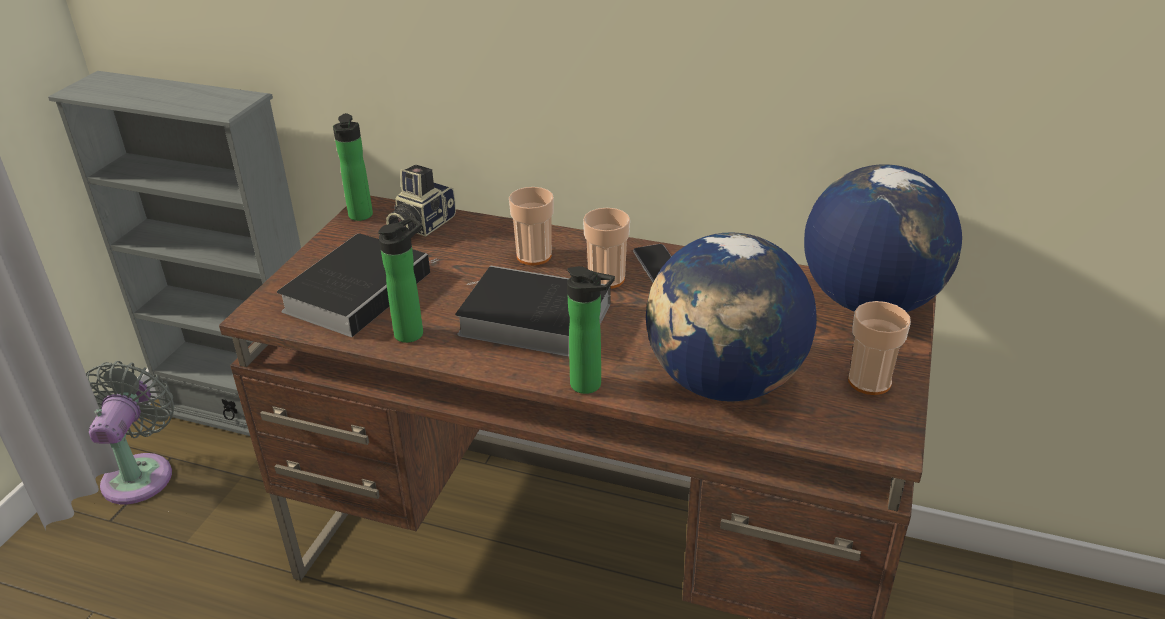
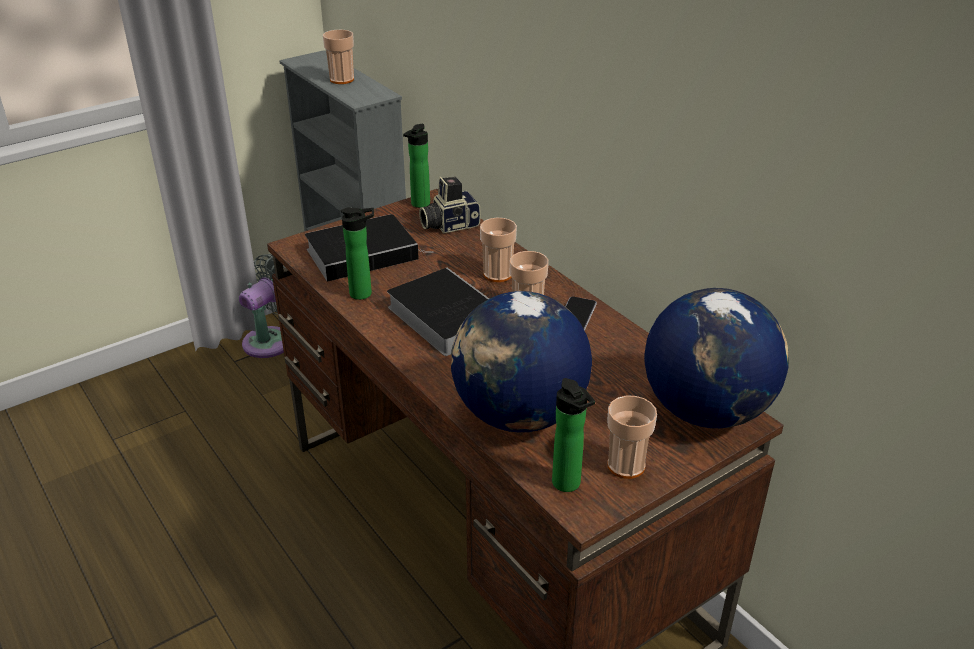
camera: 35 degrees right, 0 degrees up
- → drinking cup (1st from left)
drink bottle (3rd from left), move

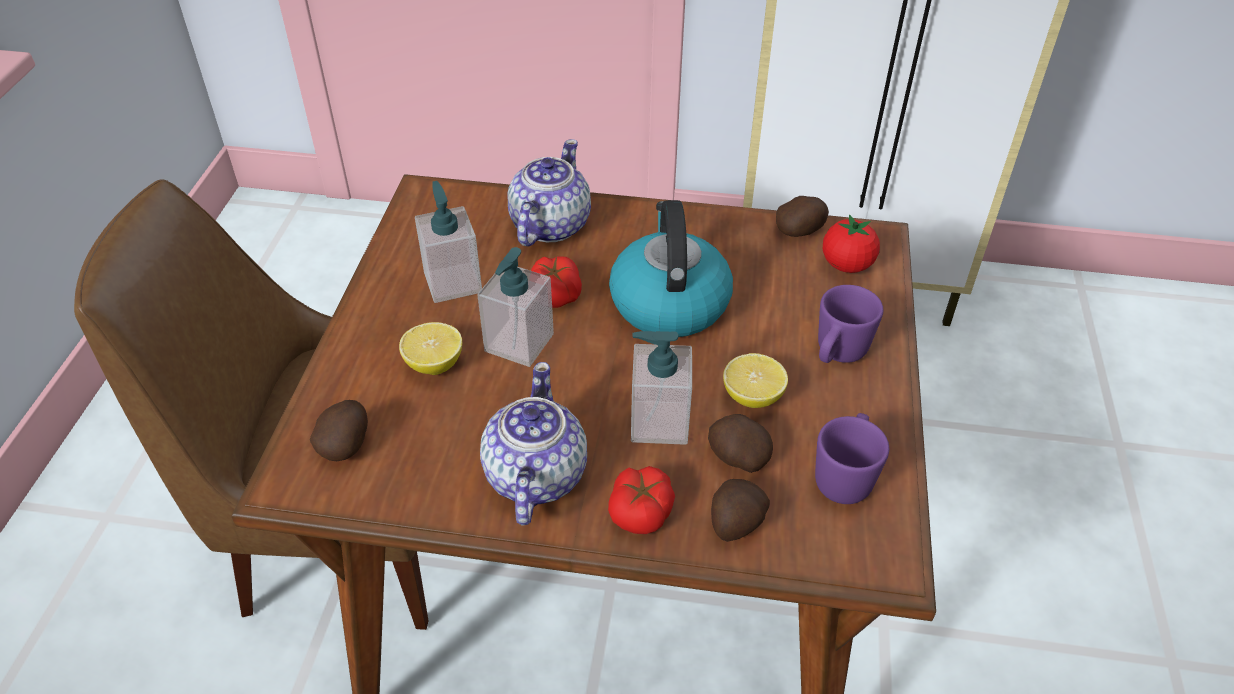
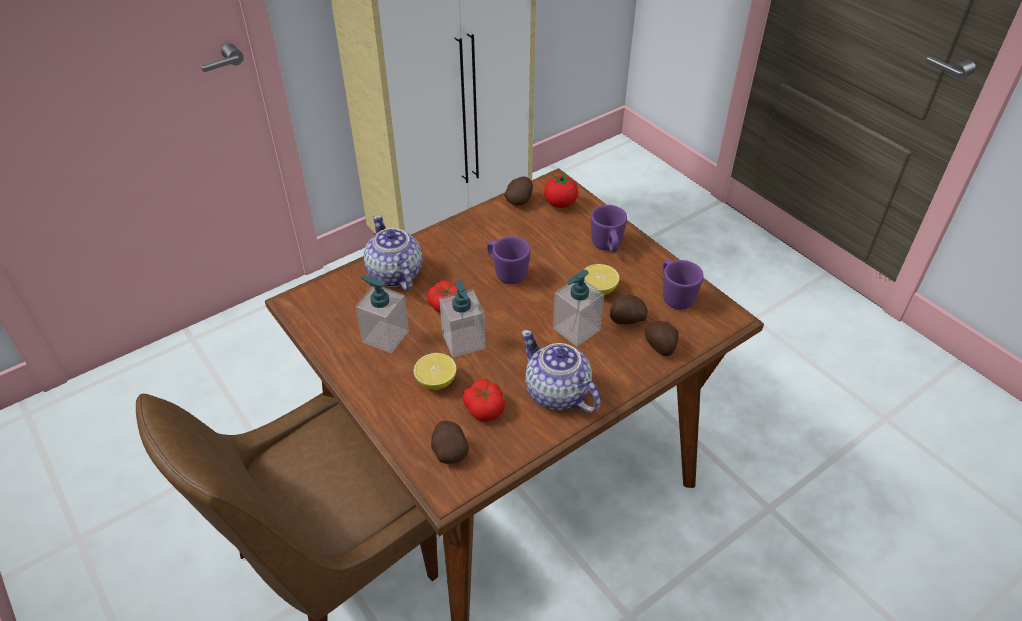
camera: 45 degrees left, 0 degrees up
fresh tomato (2nd from left), move
water kettle → purple-coloured tea mug (1st from left)

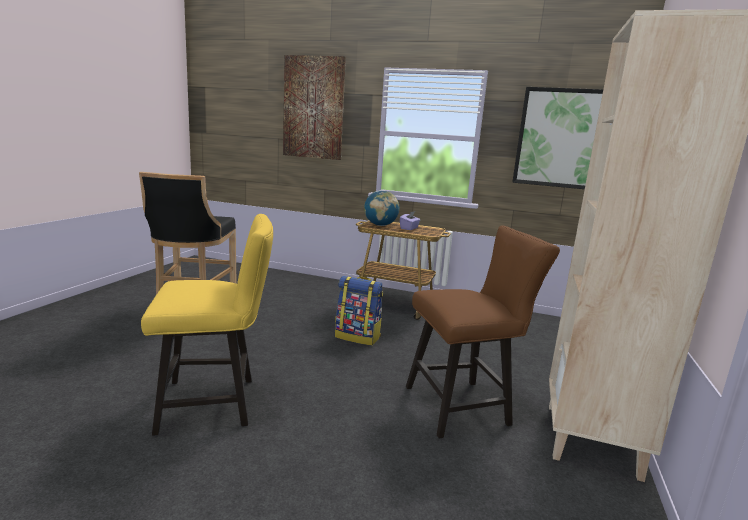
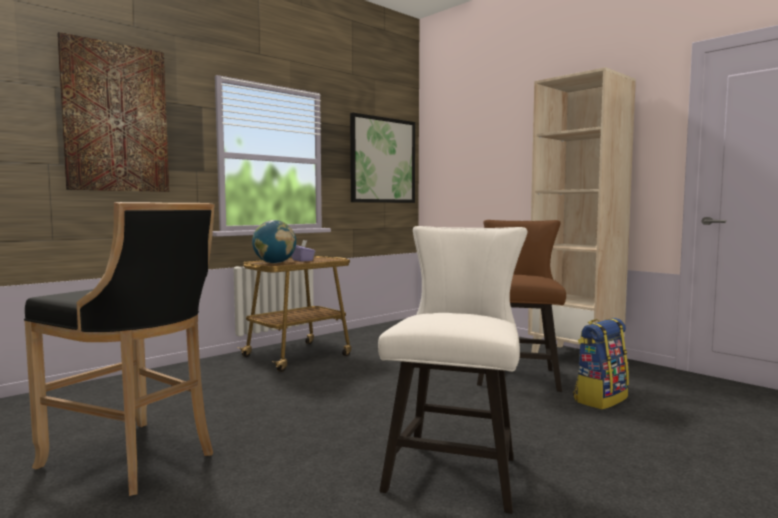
camera: 60 degrees left, 10 degrees down
yellowish chair → white chair
knapsack, move

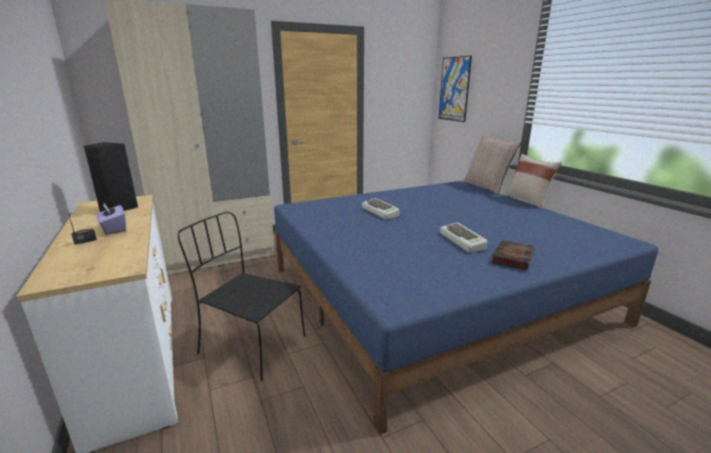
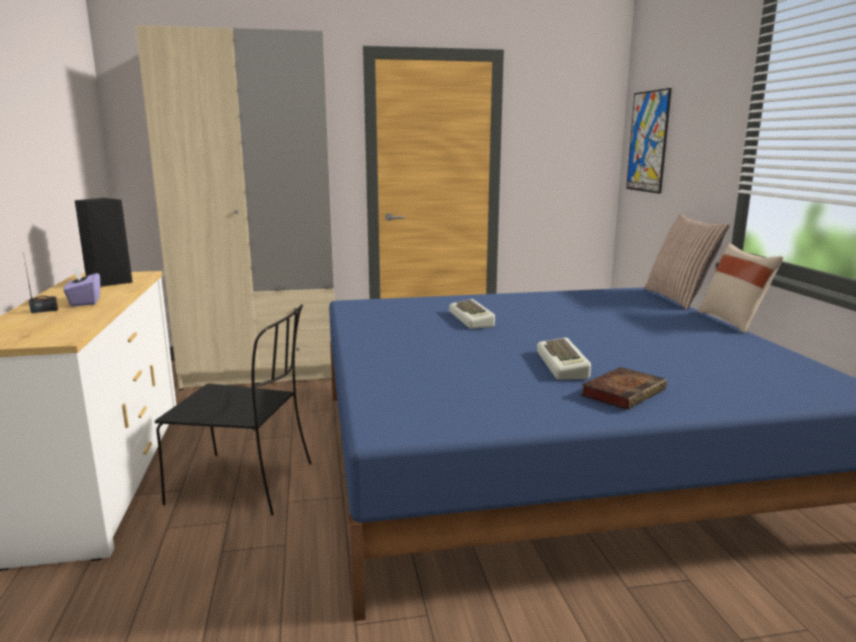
camera: 15 degrees right, 5 degrees down
black-coloured chair, 150 degrees clockwise

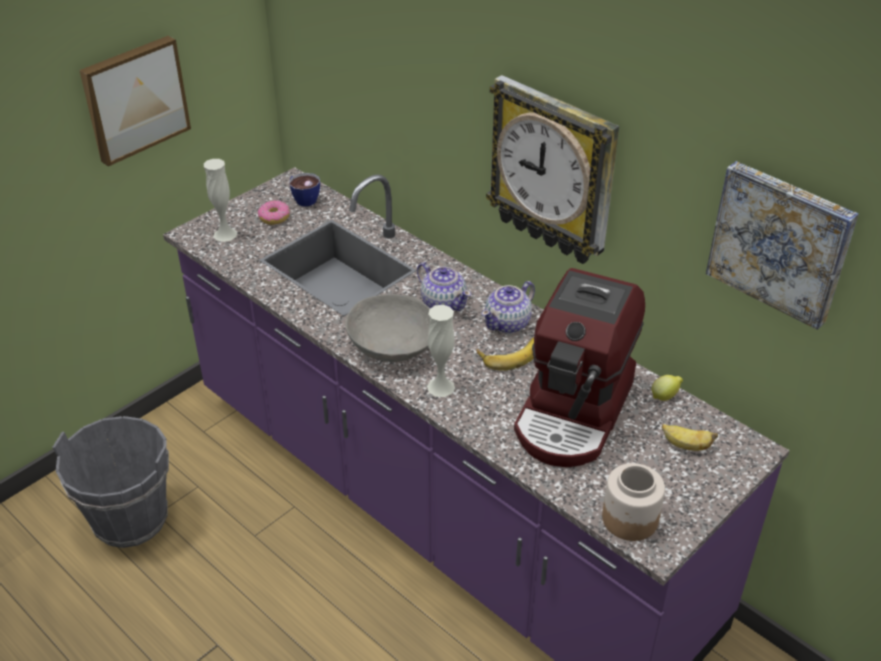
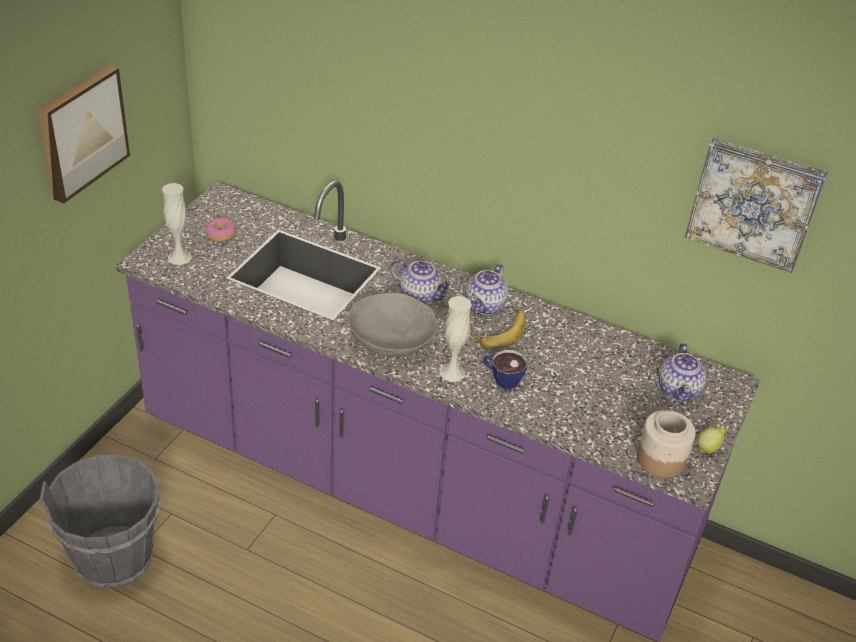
camera: 20 degrees left, 0 degrees up
drinking cup, move
whole banana (2nd from left) → teapot (3rd from left)
whole lemon, move
hanging clock → -
coffee brewer → -

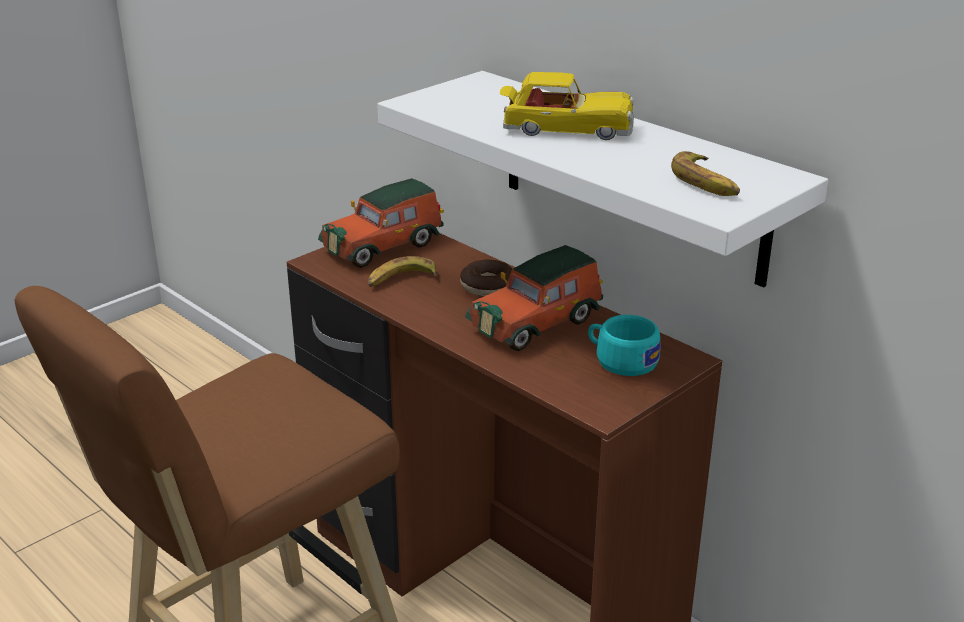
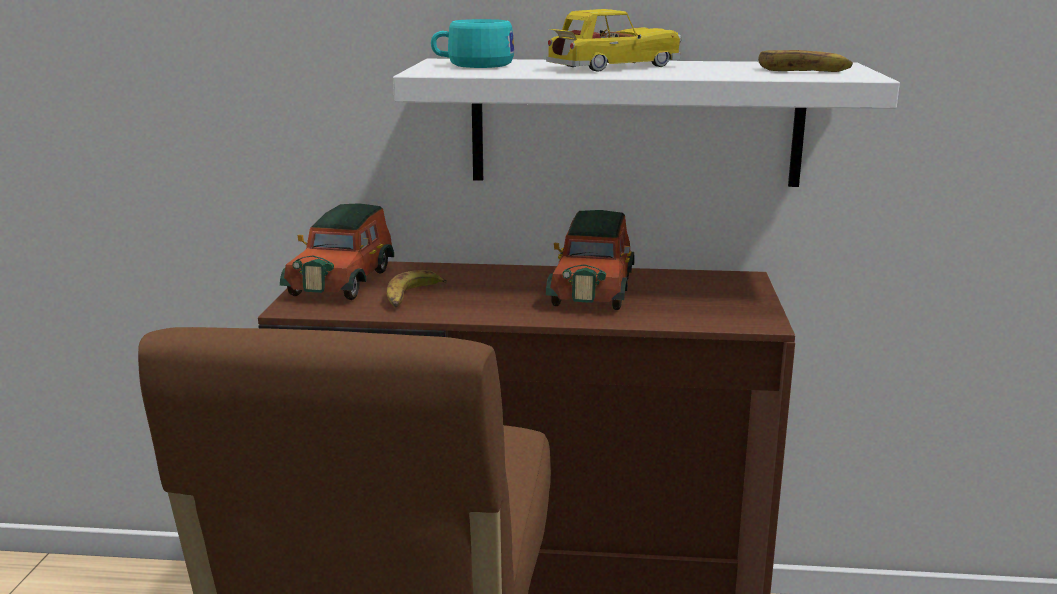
camera: 40 degrees left, 10 degrees down
turquoise drinking cup, move
ring doughnut → -

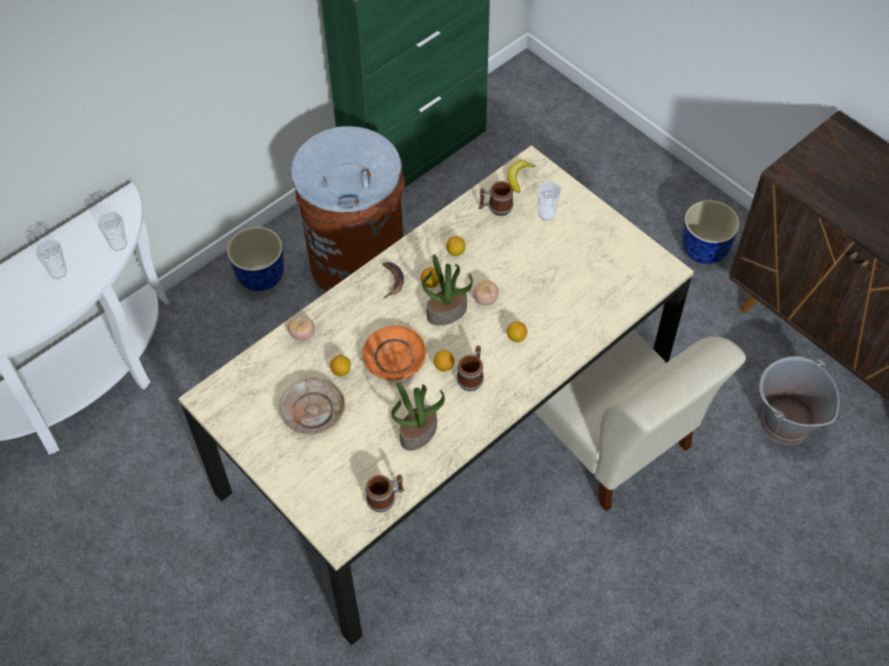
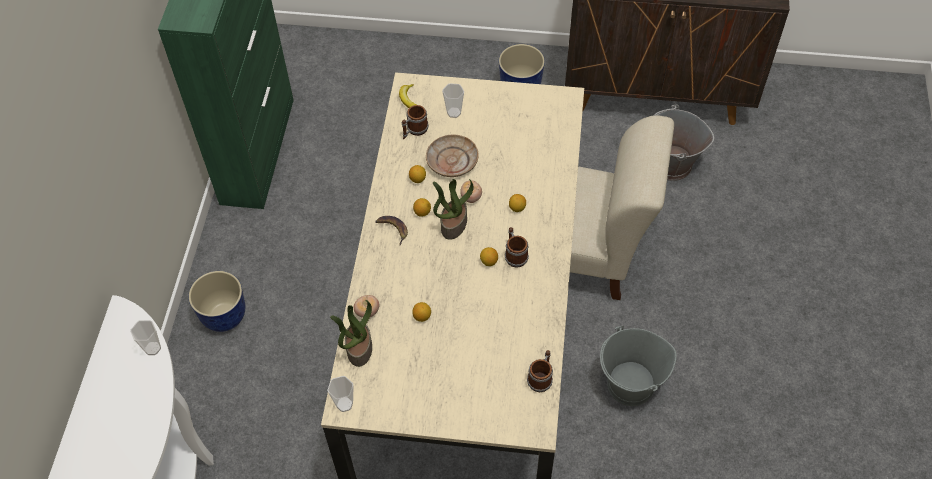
camera: 40 degrees left, 0 degrees up
drinking cup (1st from left in the first image) → drinking cup (2nd from left), move
potted plant (1st from left), move
sand-coloured flat dish, move
- → grey pail (1st from left)
brownish rubbish bin → -
orangey flat dish → -

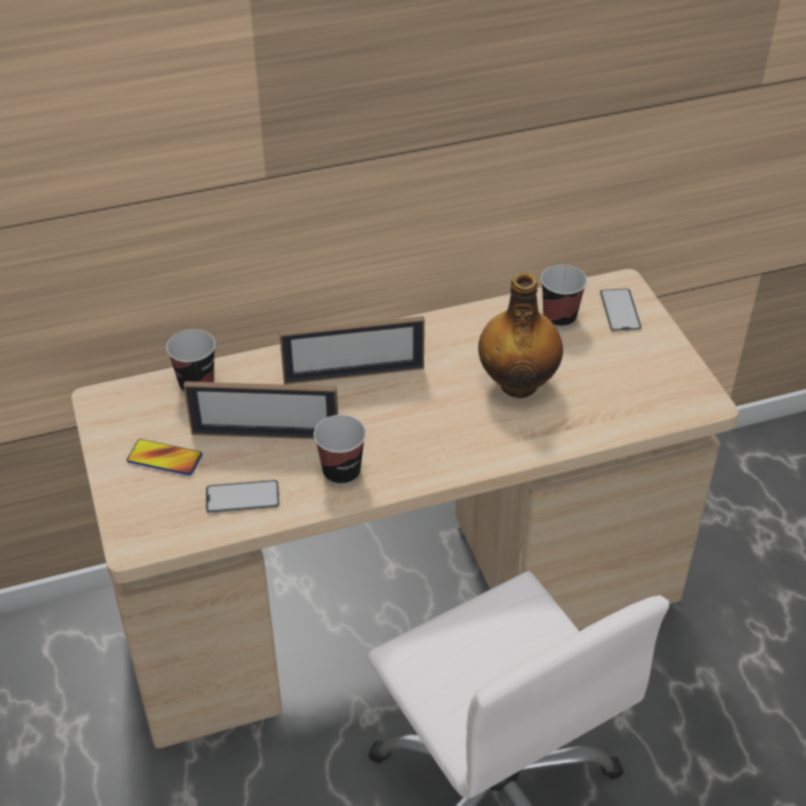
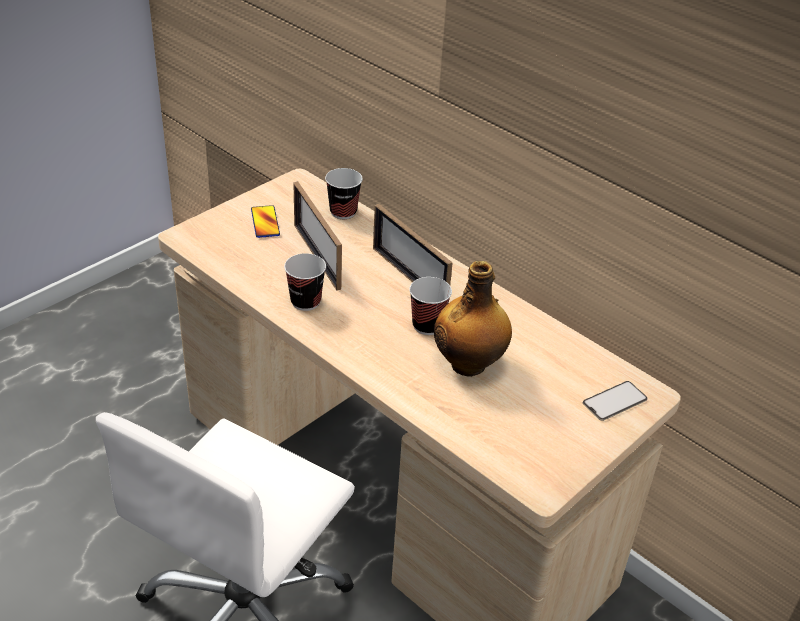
camera: 60 degrees right, 5 degrees down
drinking cup (3rd from left), move
handset (2nd from left) → -

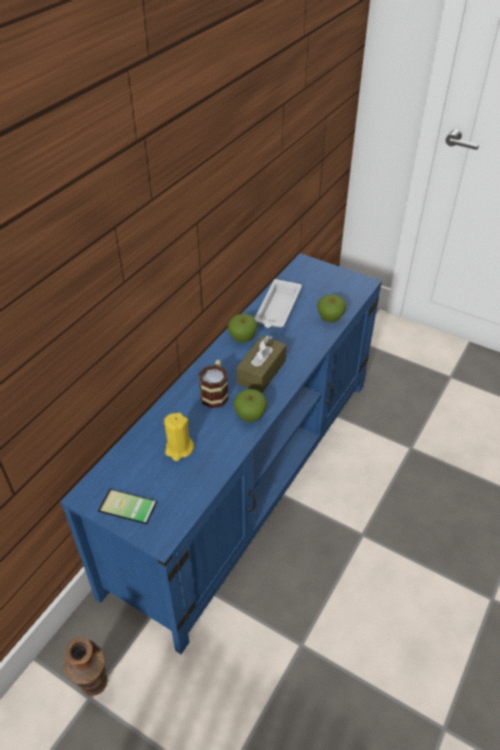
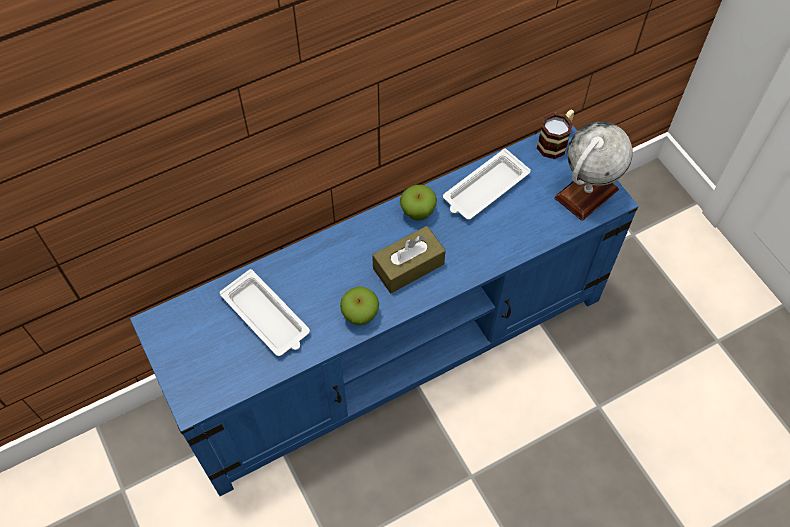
camera: 30 degrees right, 15 degrees up
yellowish wax candle → white serving tray (1st from left)
tea mug, move
- → desk globe
flower vase → -
handset → -
apple fruit (3rd from left) → -

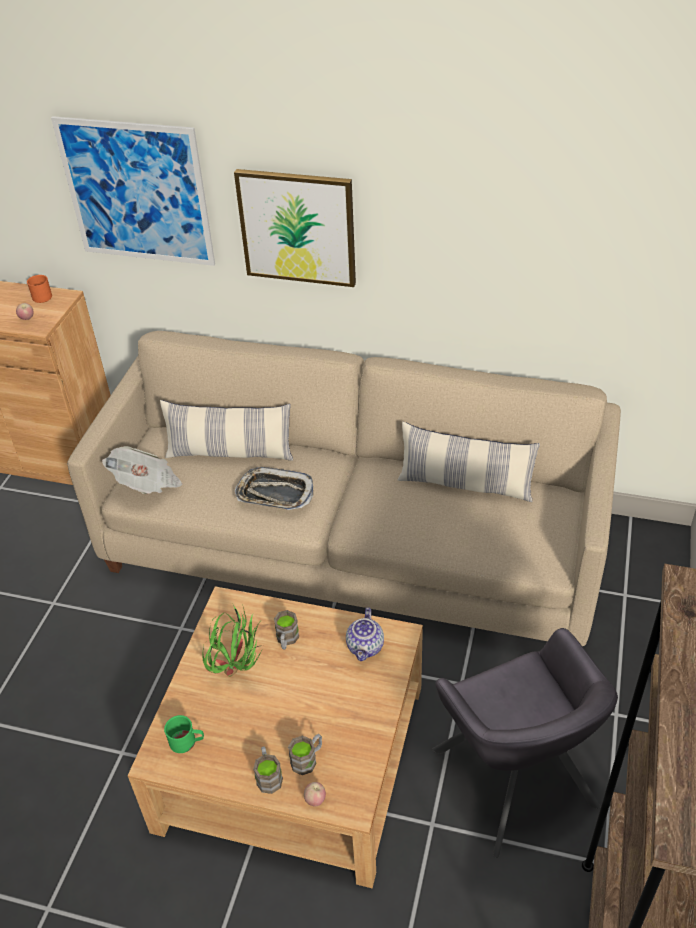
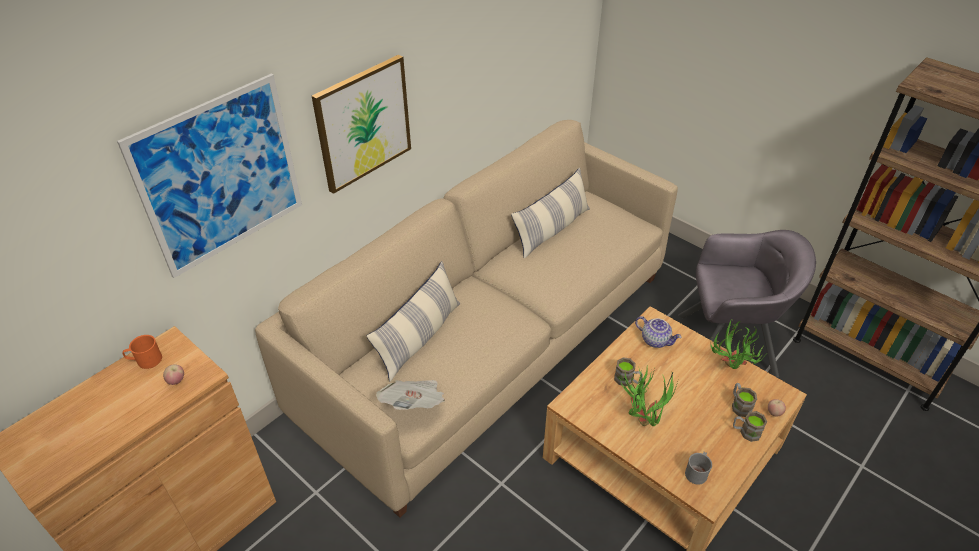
camera: 65 degrees left, 0 degrees up
green-coloured tea mug → grey tea mug
- → potted plant (2nd from left)
serving tray → -

